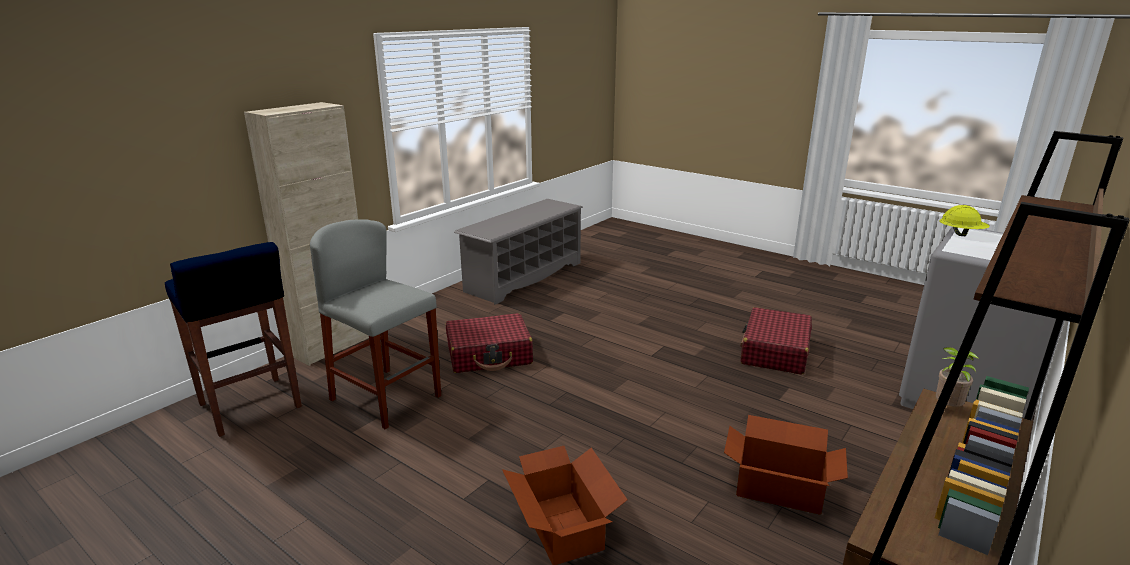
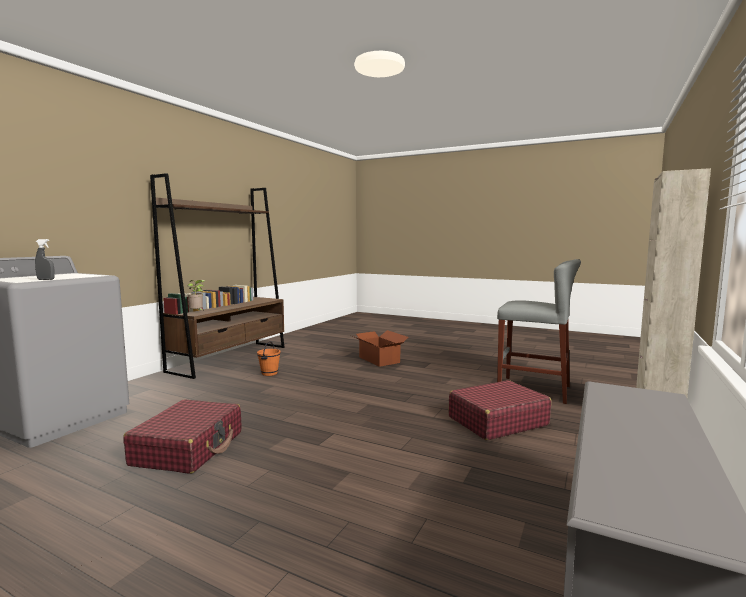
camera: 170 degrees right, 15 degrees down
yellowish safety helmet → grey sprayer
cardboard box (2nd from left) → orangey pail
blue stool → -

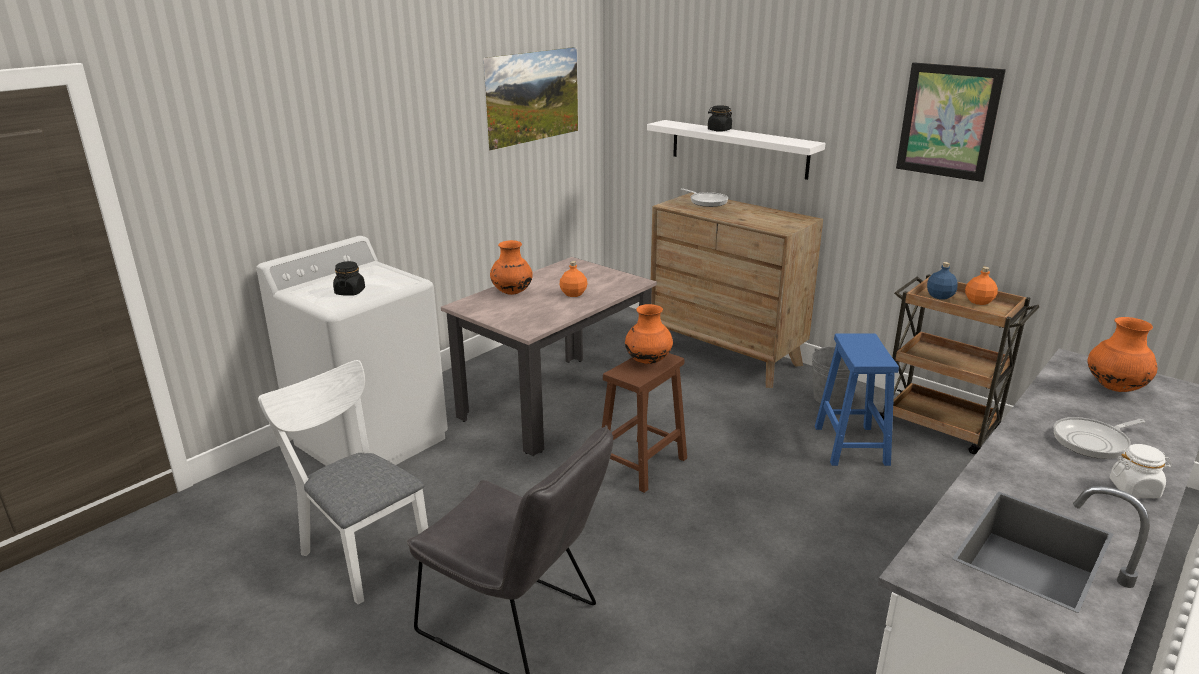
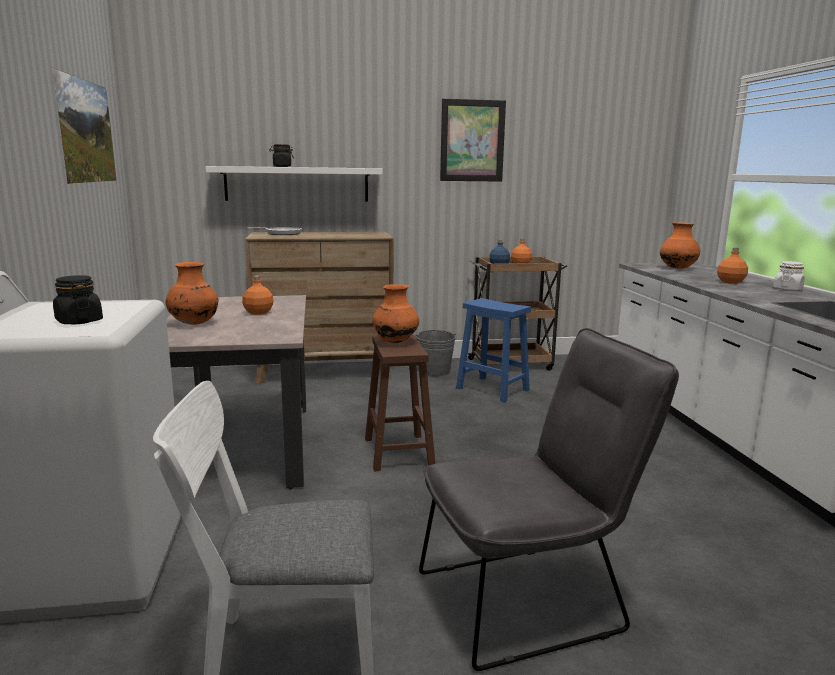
camera: 50 degrees left, 10 degrees down
frying pan (2nd from left) → orangey drink bottle (3rd from left)

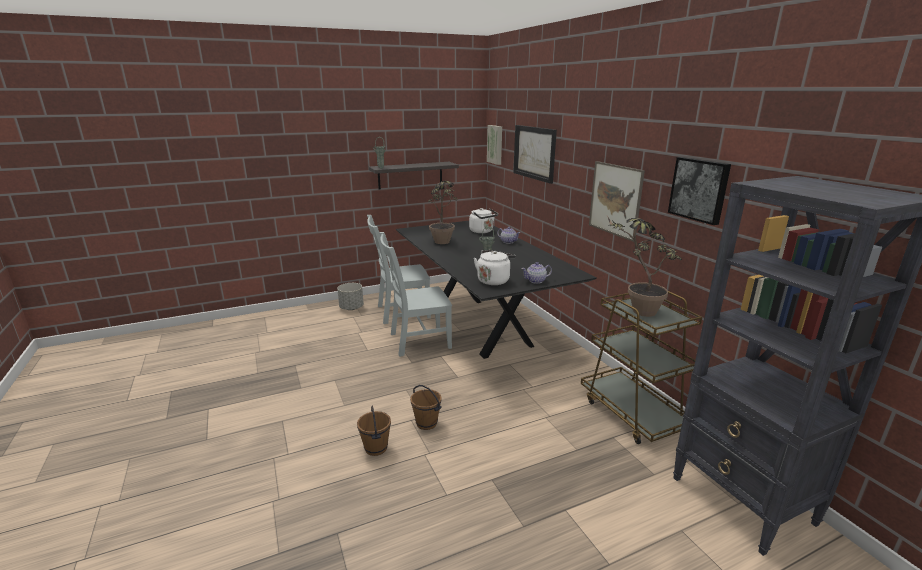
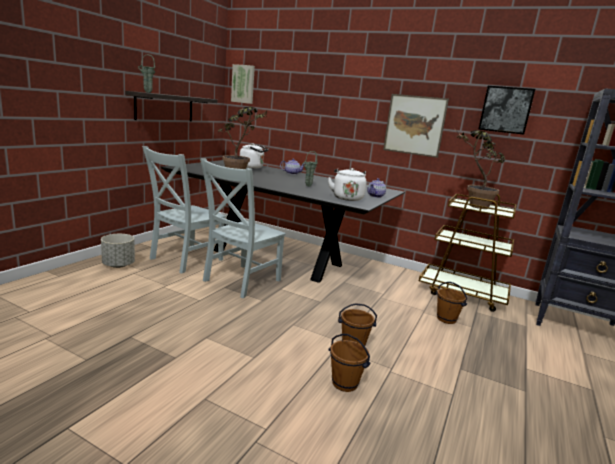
camera: 40 degrees left, 5 degrees down
- → brownish pail (3rd from left)
picture (2nd from left) → -

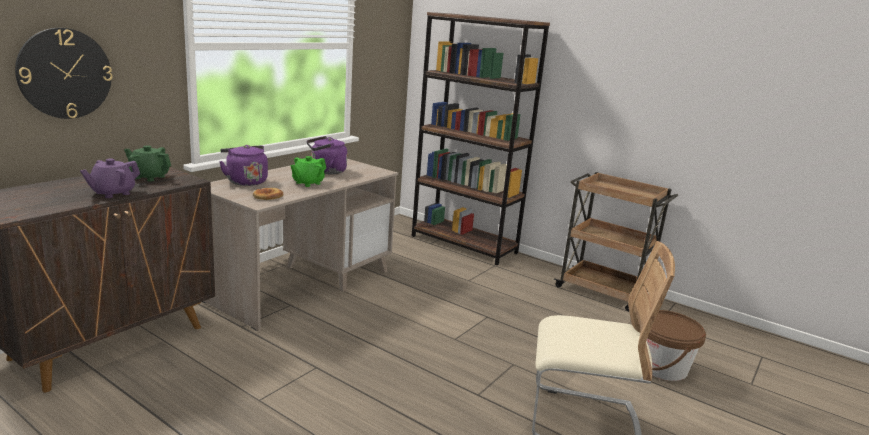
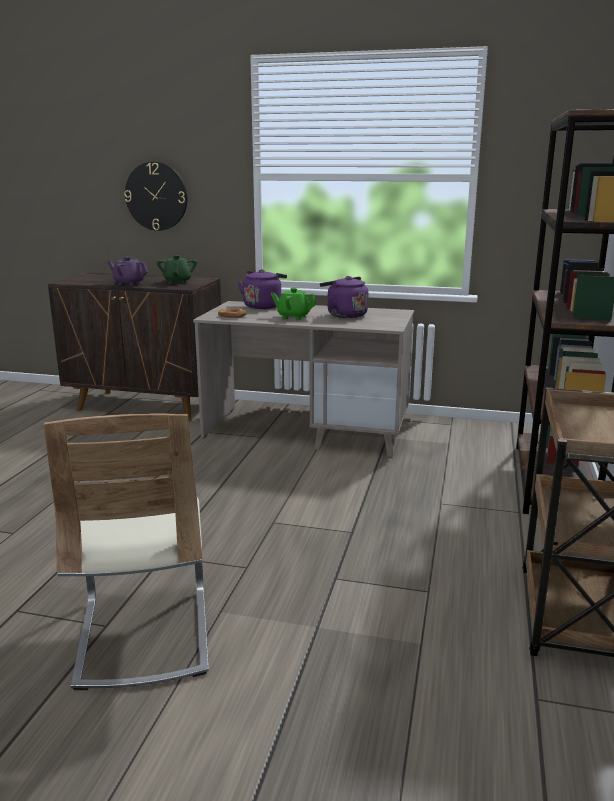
camera: 70 degrees right, 0 degrees up
brownish pail → -

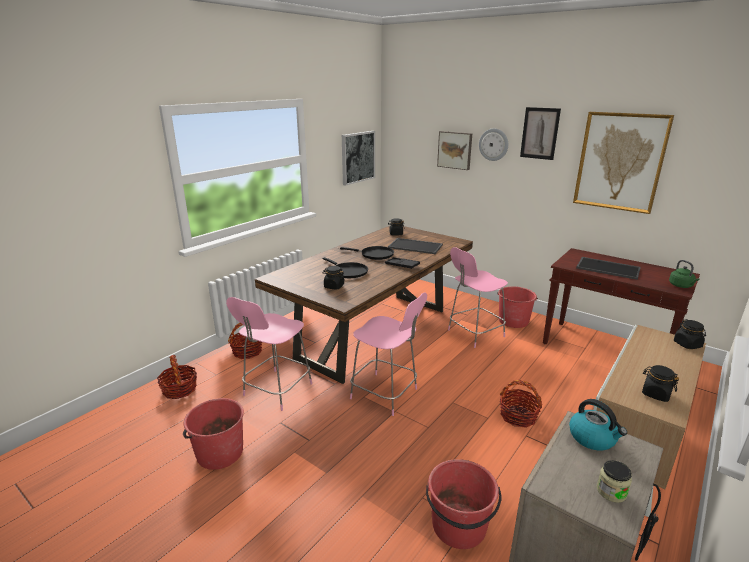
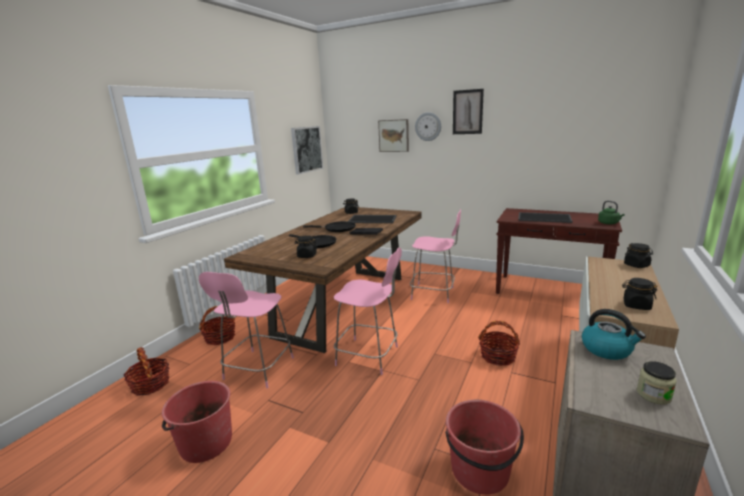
camera: 10 degrees left, 5 degrees down
pink chair (3rd from left), 120 degrees counterclockwise
reddish pail (3rd from left) → -
picture (4th from left) → -

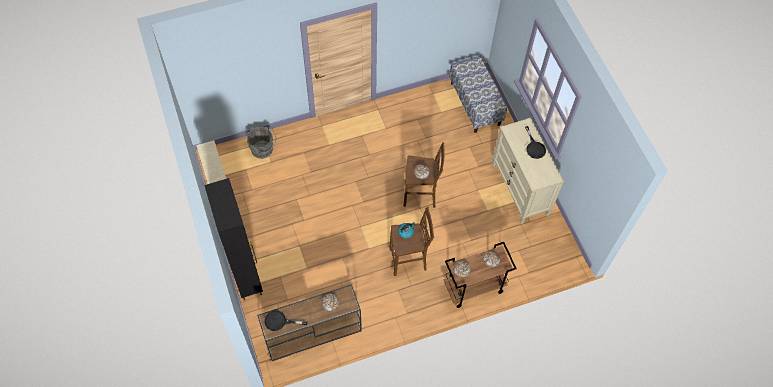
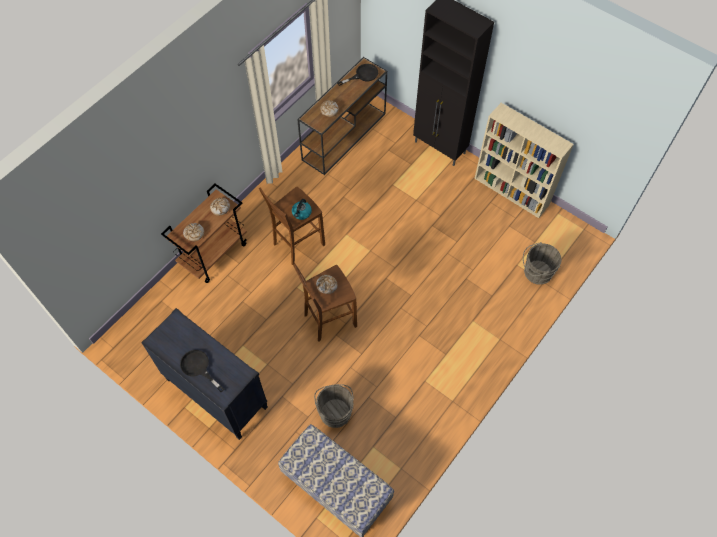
camera: 150 degrees right, 0 degrees up
sand-coloured chest of drawers → black-coloured chest of drawers
- → grey pail (1st from left)

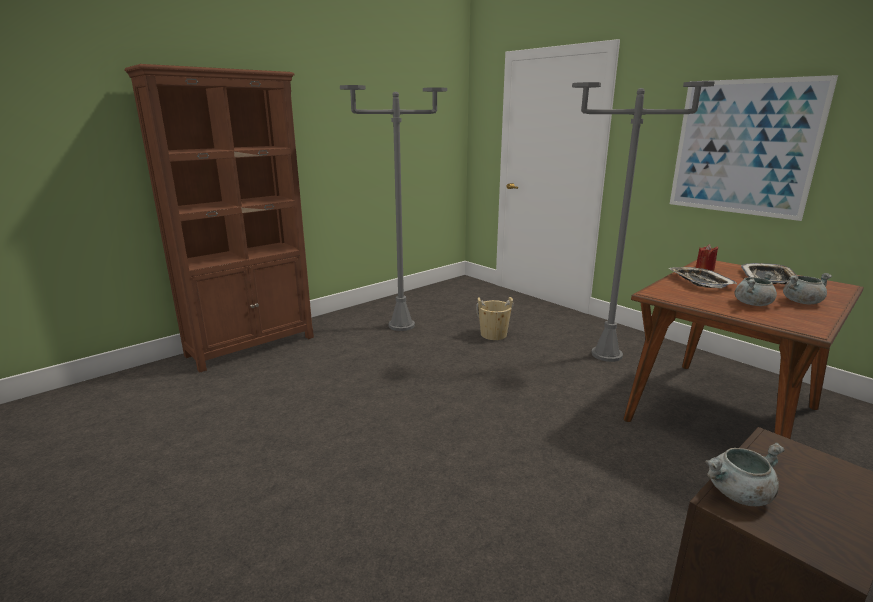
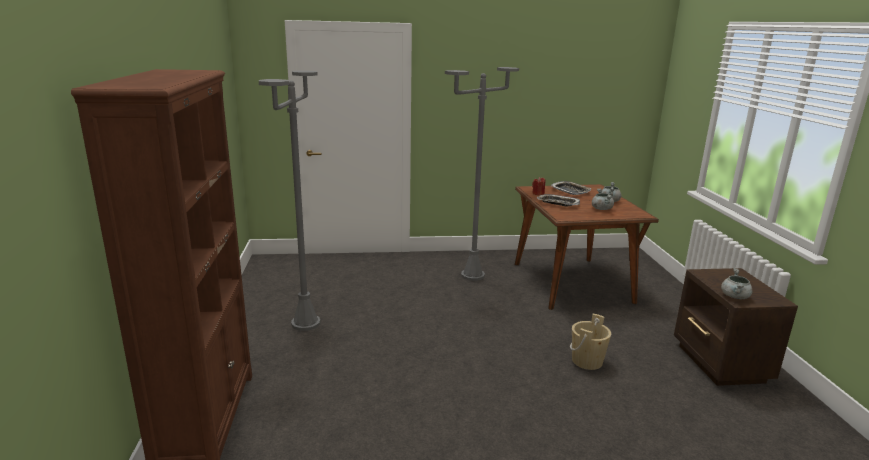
camera: 55 degrees left, 0 degrees up
sand-coloured pail, move
picture → -

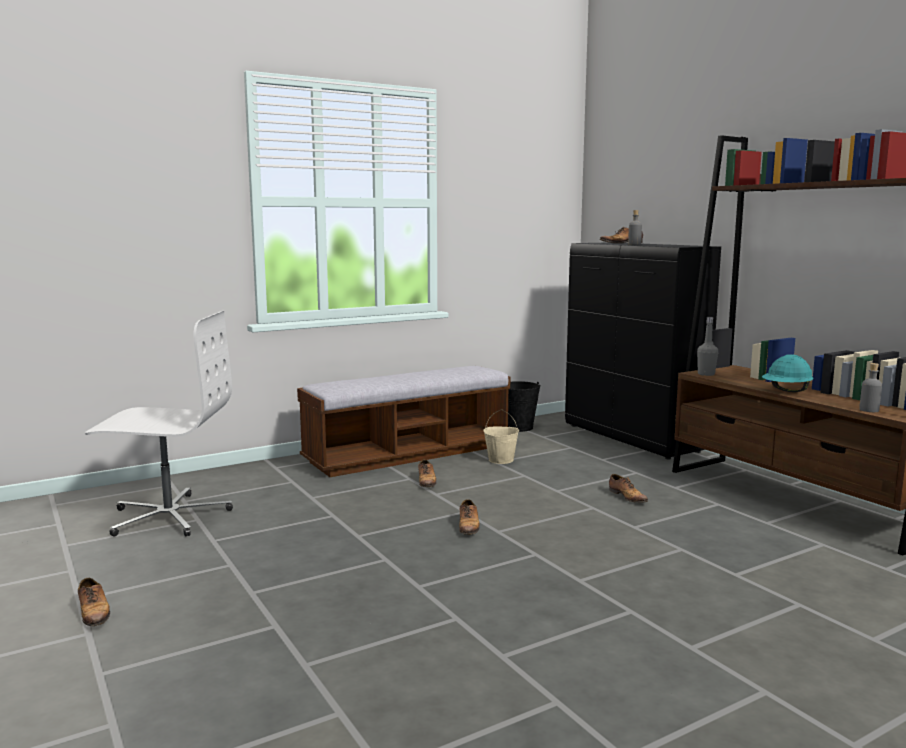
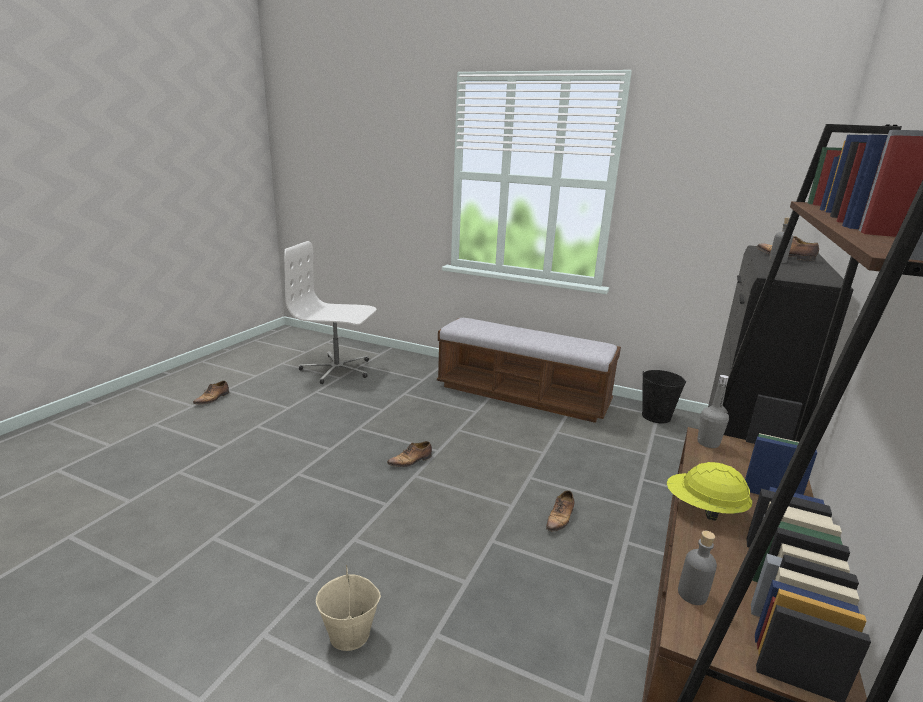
camera: 55 degrees right, 10 degrees up
white computer chair, 135 degrees clockwise
sand-coloured pail, move
turquoise safety helmet → yellowish safety helmet
shoe (2nd from left) → -

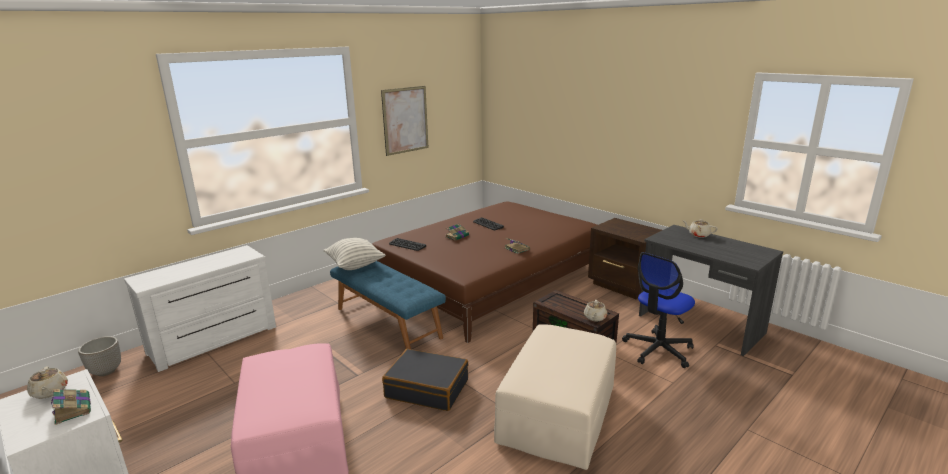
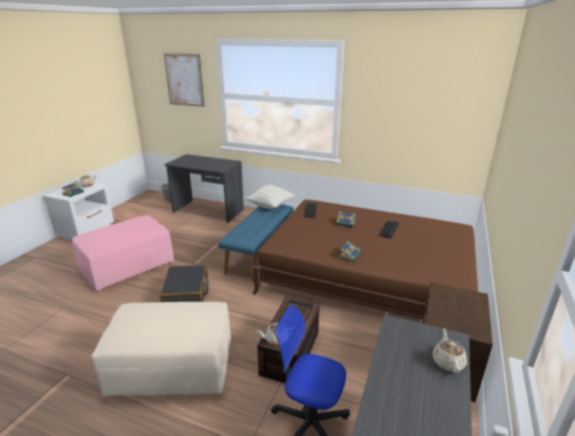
camera: 65 degrees right, 5 degrees up
picture, move
white chest of drawers → grey desk (1st from left)

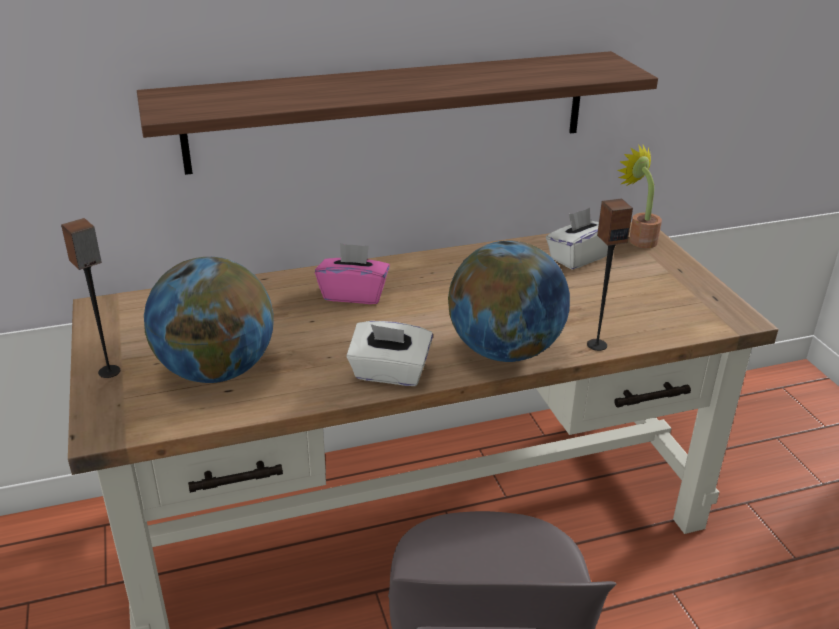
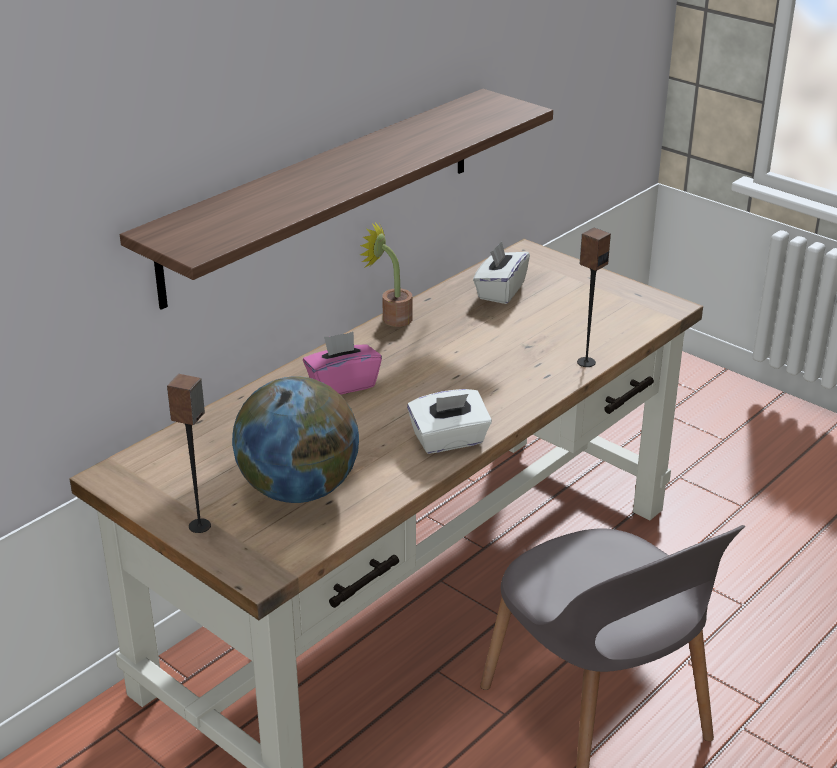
camera: 30 degrees left, 0 degrees up
potted plant, move
desk globe (2nd from left) → -

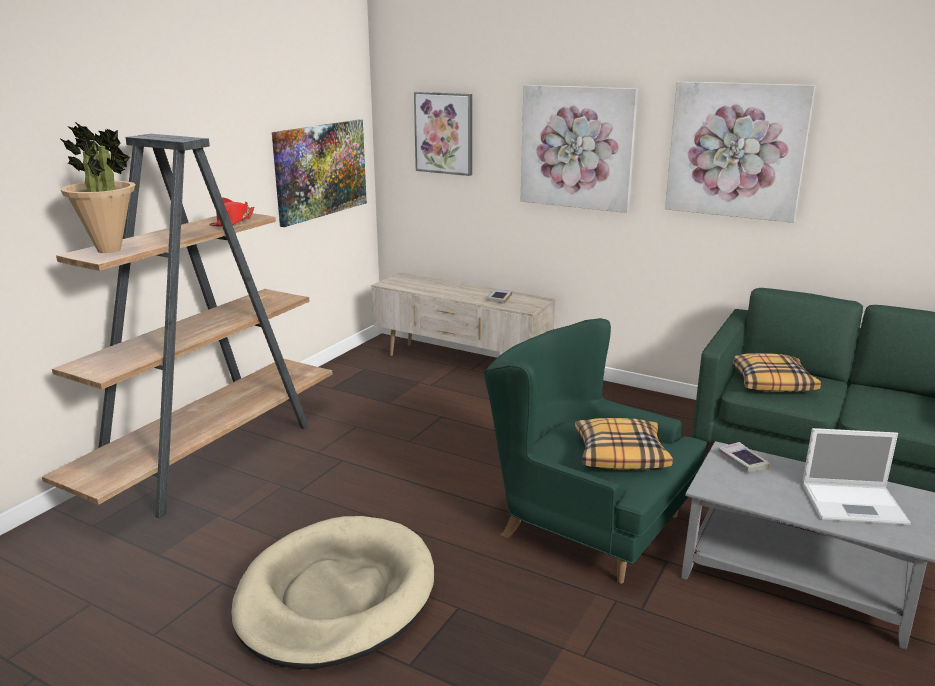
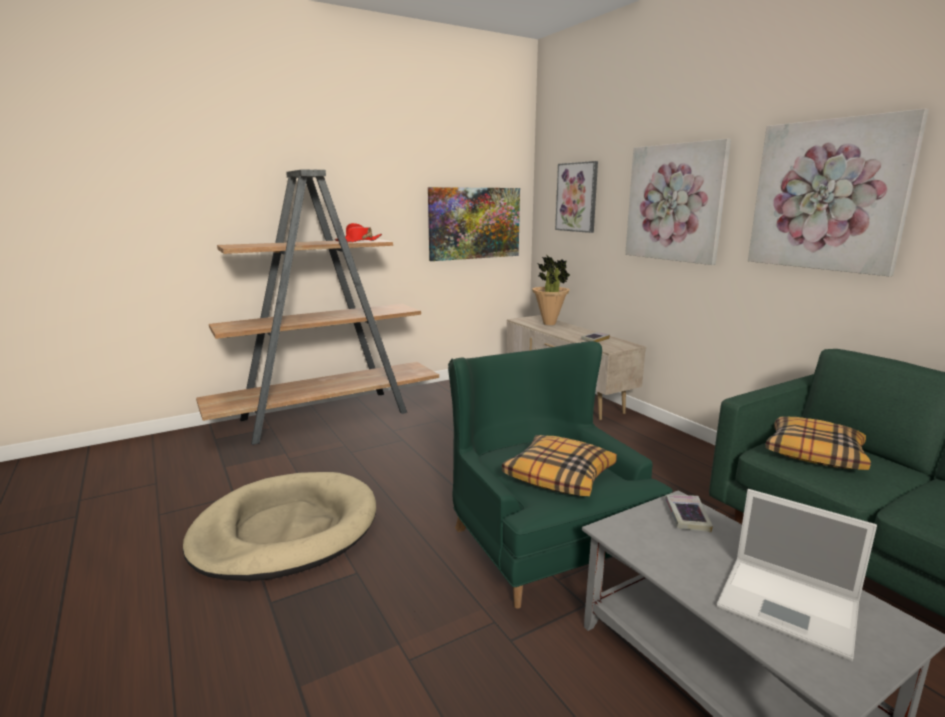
camera: 30 degrees right, 5 degrees down
potted plant, move

